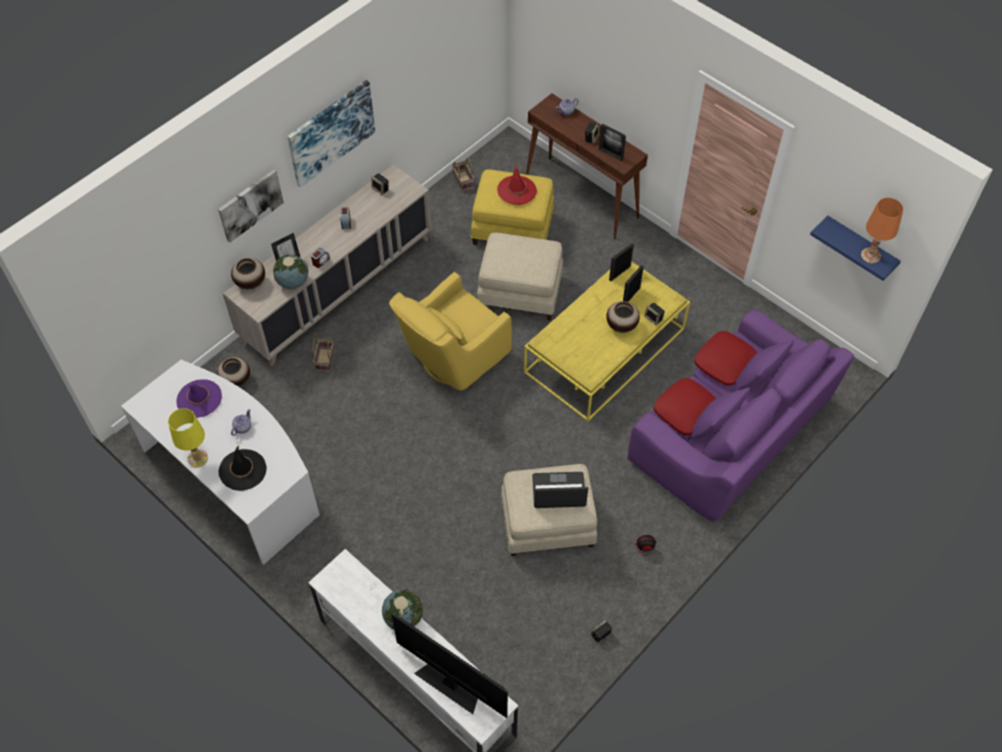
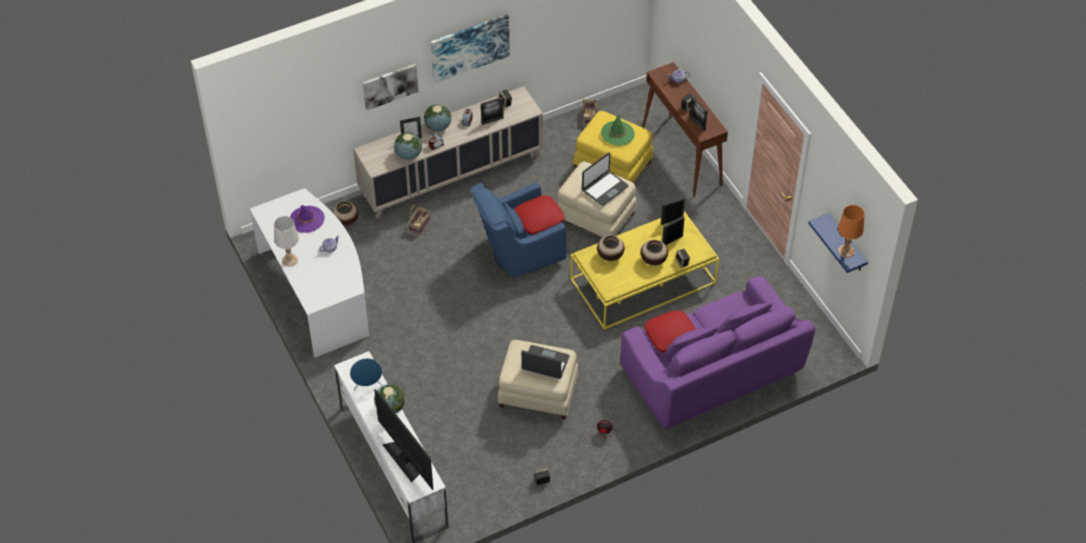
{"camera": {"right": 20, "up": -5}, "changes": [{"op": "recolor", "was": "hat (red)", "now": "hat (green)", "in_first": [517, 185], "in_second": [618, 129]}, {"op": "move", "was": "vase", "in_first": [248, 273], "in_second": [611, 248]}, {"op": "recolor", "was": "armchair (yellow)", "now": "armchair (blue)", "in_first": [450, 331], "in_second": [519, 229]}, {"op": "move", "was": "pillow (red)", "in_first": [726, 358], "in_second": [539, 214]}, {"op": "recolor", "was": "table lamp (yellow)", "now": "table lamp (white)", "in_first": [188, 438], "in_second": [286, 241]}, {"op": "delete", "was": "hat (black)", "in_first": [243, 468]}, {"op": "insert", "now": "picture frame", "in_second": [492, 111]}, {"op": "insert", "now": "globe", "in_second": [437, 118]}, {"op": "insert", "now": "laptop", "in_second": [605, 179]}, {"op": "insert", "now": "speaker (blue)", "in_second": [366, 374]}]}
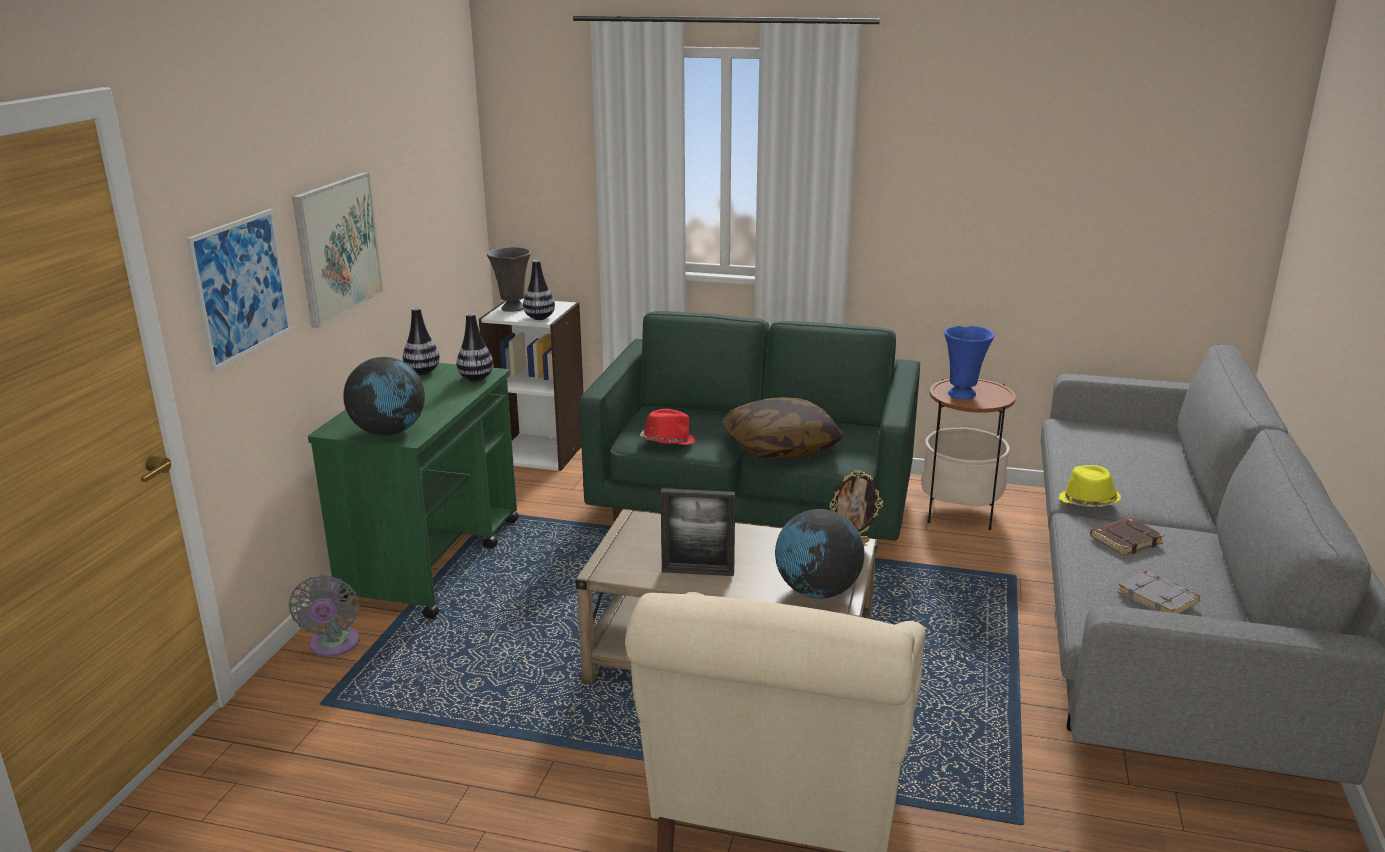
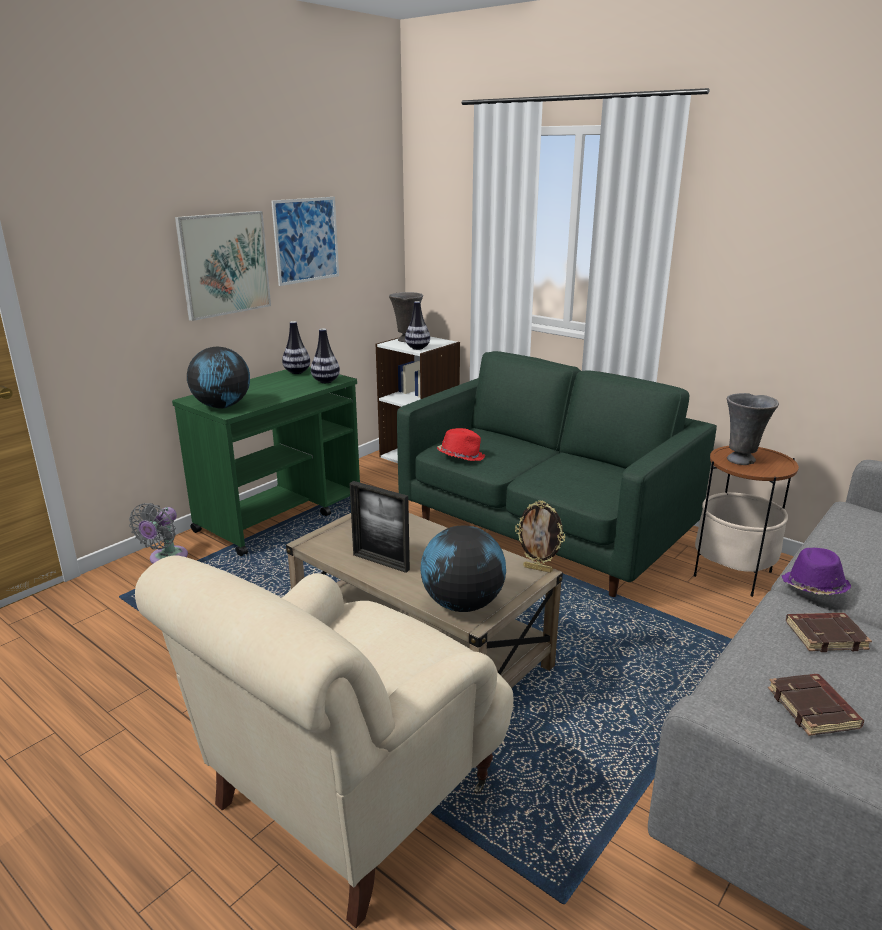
{"camera": {"right": 25, "up": 0}, "changes": [{"op": "move", "was": "picture", "in_first": [239, 290], "in_second": [305, 241]}, {"op": "recolor", "was": "vase (blue)", "now": "vase (grey)", "in_first": [969, 362], "in_second": [753, 429]}, {"op": "delete", "was": "pillow", "in_first": [783, 428]}, {"op": "recolor", "was": "hat (yellow)", "now": "hat (purple)", "in_first": [1090, 486], "in_second": [816, 571]}, {"op": "recolor", "was": "book (grey)", "now": "book (brown)", "in_first": [1159, 592], "in_second": [816, 705]}]}
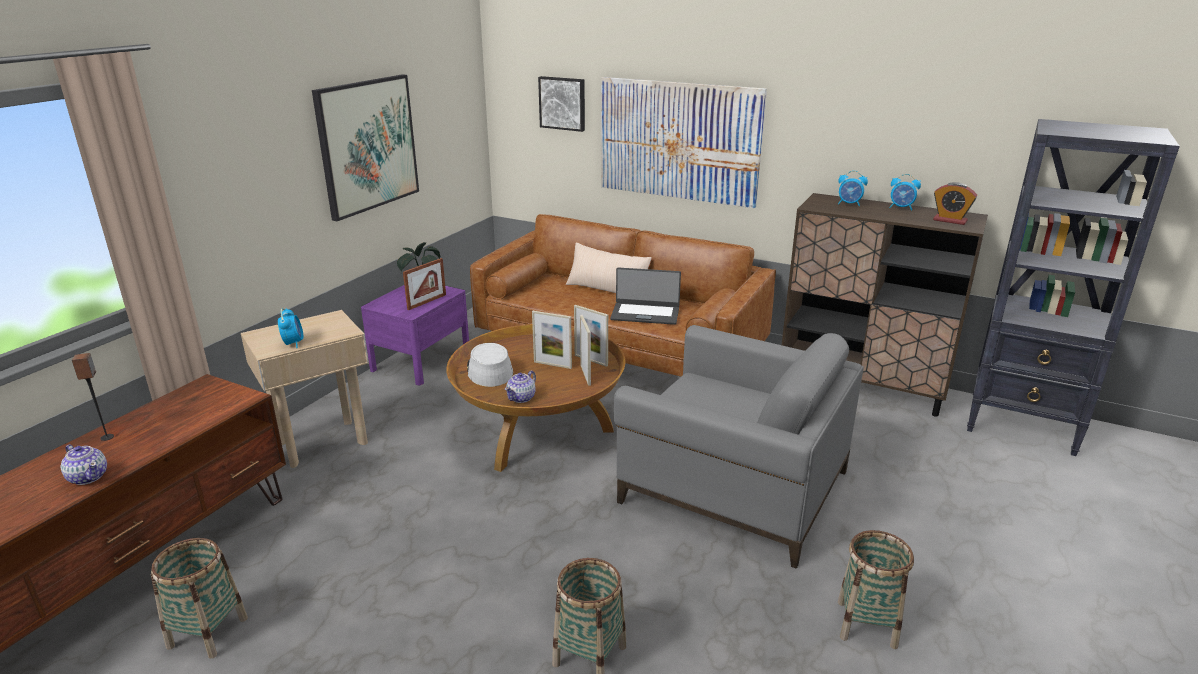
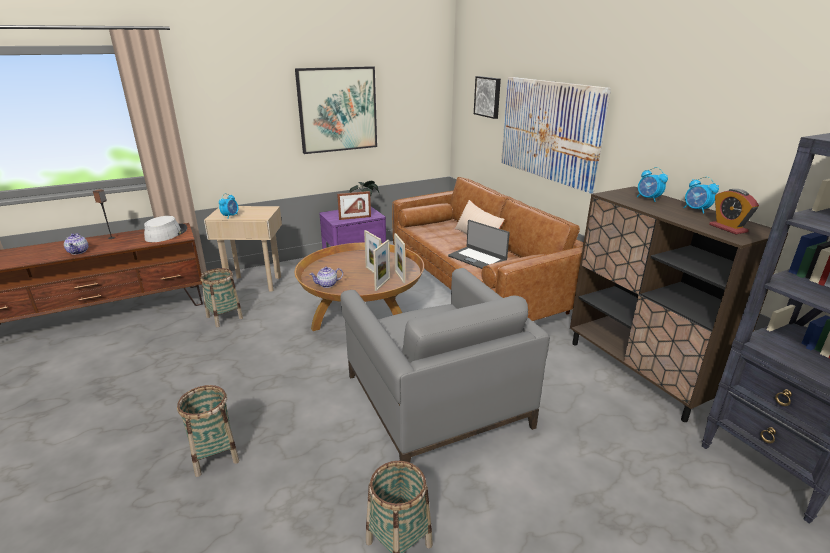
{"camera": {"right": 35, "up": 0}, "changes": [{"op": "move", "was": "hat (grey)", "in_first": [490, 365], "in_second": [165, 229]}, {"op": "move", "was": "basket", "in_first": [199, 598], "in_second": [221, 297]}]}
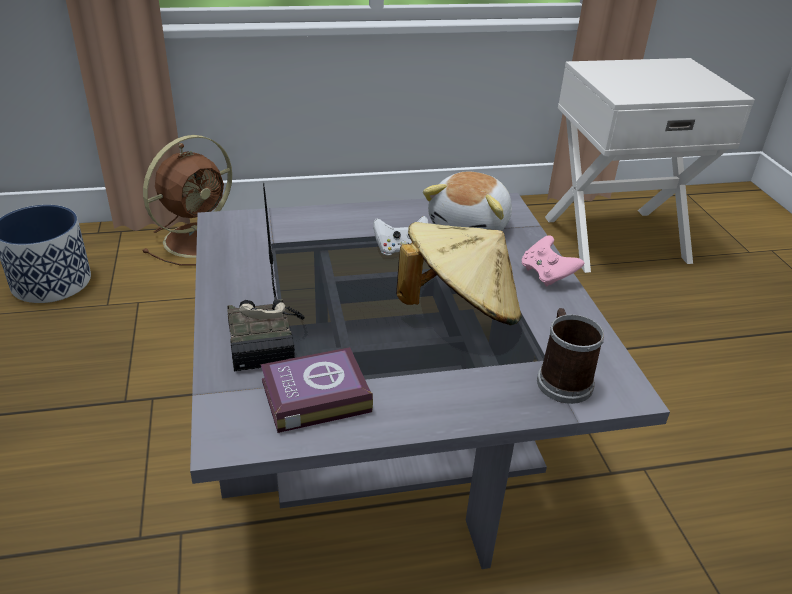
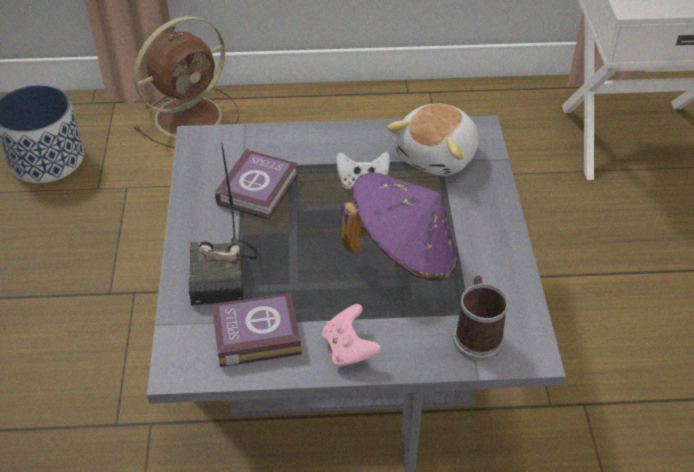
{"camera": {"right": 10, "up": 10}, "changes": [{"op": "recolor", "was": "hat (beige)", "now": "hat (purple)", "in_first": [459, 273], "in_second": [399, 226]}, {"op": "move", "was": "game controller (pink)", "in_first": [553, 261], "in_second": [351, 335]}, {"op": "insert", "now": "book", "in_second": [256, 184]}]}
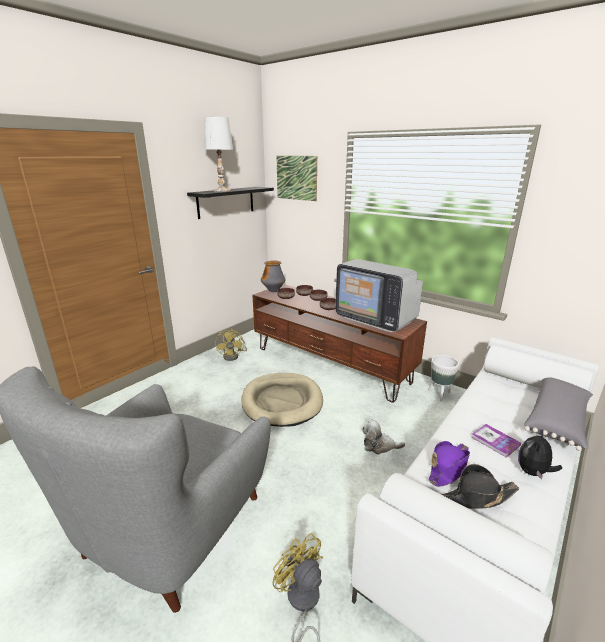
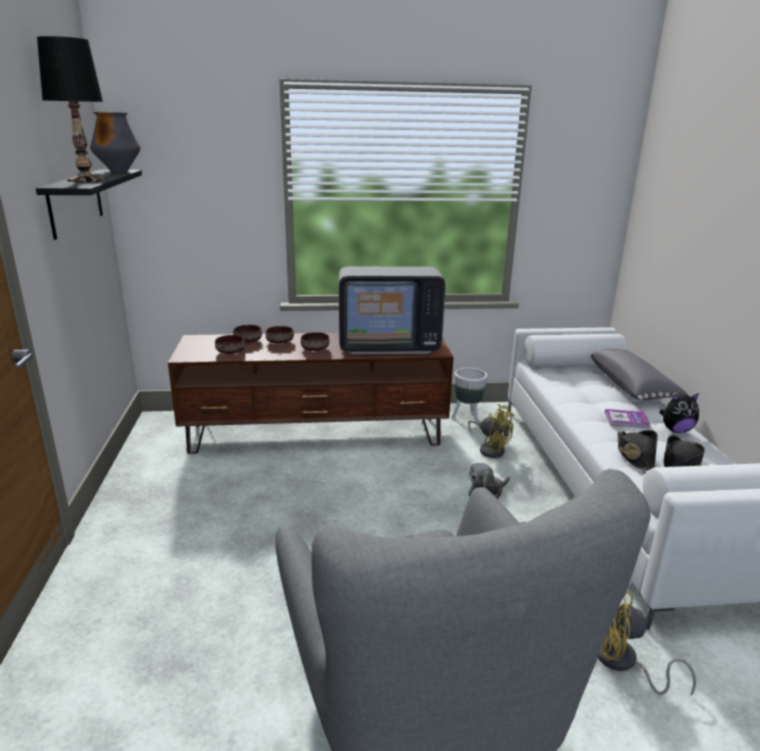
{"camera": {"right": -45, "up": 0}, "changes": [{"op": "recolor", "was": "table lamp (white)", "now": "table lamp (black)", "in_first": [218, 154], "in_second": [71, 109]}, {"op": "delete", "was": "picture", "in_first": [296, 178]}, {"op": "move", "was": "vase", "in_first": [273, 276], "in_second": [115, 142]}, {"op": "move", "was": "fan (yellow)", "in_first": [231, 344], "in_second": [491, 431]}, {"op": "delete", "was": "dog bed (beige)", "in_first": [282, 400]}, {"op": "rotate", "was": "plush toy", "in_first": [540, 454], "in_second": [679, 413], "clockwise": -90}, {"op": "recolor", "was": "hat (purple)", "now": "hat (black)", "in_first": [449, 464], "in_second": [638, 450]}]}
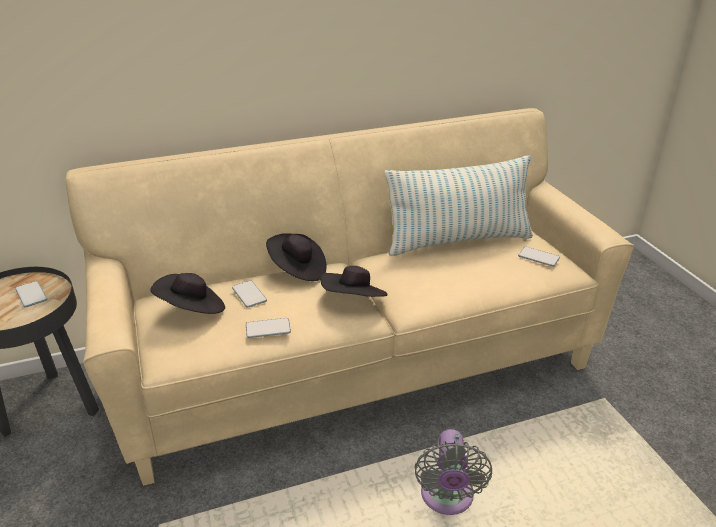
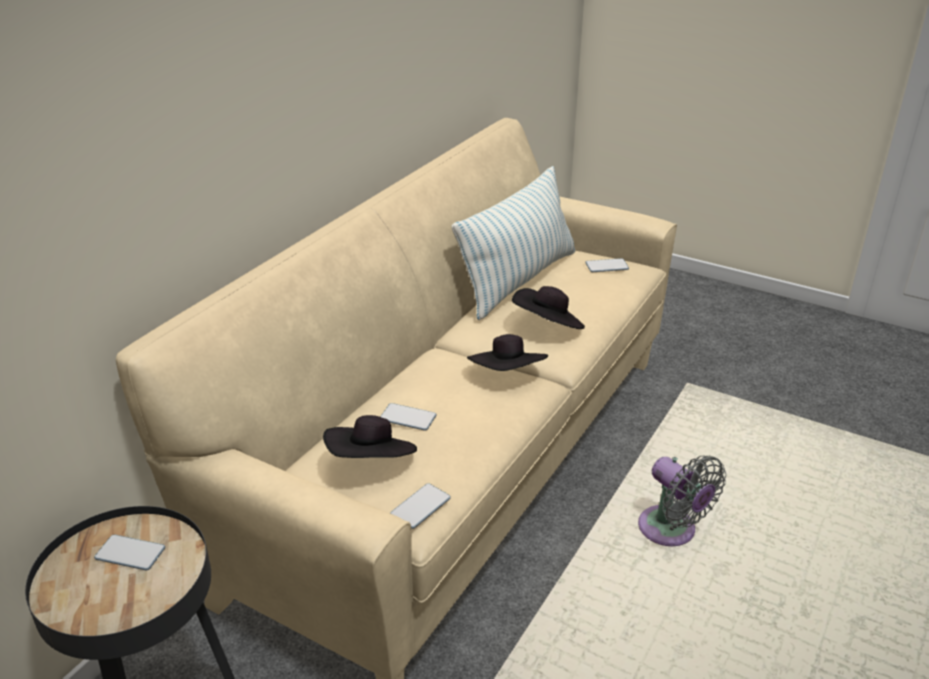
{"camera": {"right": -40, "up": 0}, "changes": [{"op": "move", "was": "hat (black)", "in_first": [296, 257], "in_second": [548, 307]}, {"op": "move", "was": "phone", "in_first": [268, 328], "in_second": [420, 506]}]}
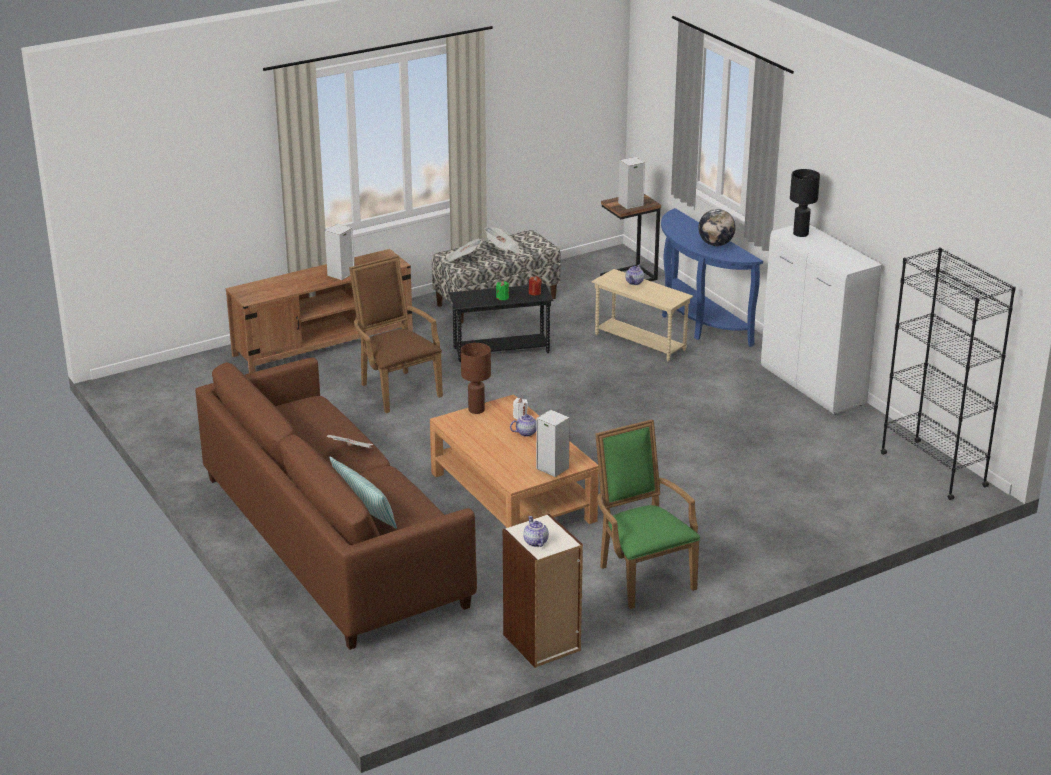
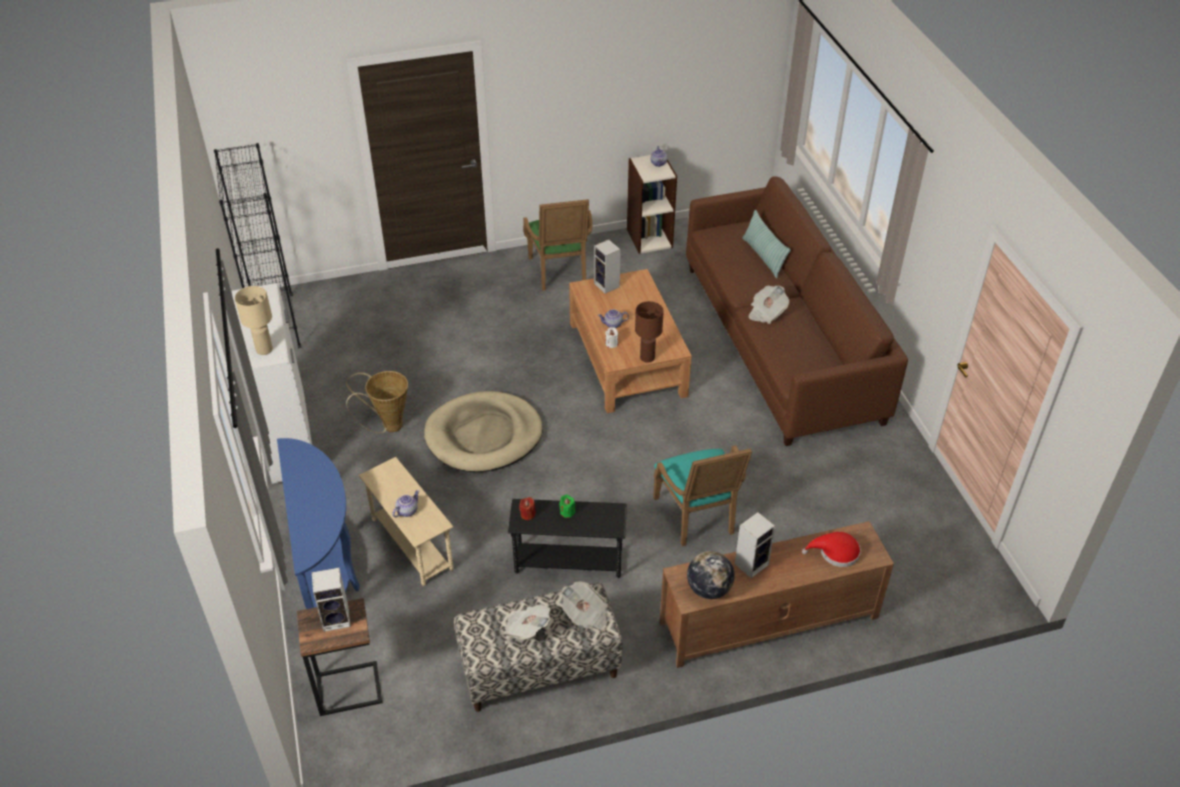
{"camera": {"right": -165, "up": 15}, "changes": [{"op": "recolor", "was": "table lamp (black)", "now": "table lamp (beige)", "in_first": [805, 203], "in_second": [254, 320]}, {"op": "move", "was": "globe", "in_first": [717, 227], "in_second": [711, 575]}, {"op": "recolor", "was": "armchair (brown)", "now": "armchair (turquoise)", "in_first": [396, 334], "in_second": [702, 495]}, {"op": "insert", "now": "basket", "in_second": [377, 402]}, {"op": "insert", "now": "dog bed (beige)", "in_second": [483, 431]}, {"op": "insert", "now": "hat (red)", "in_second": [831, 549]}]}
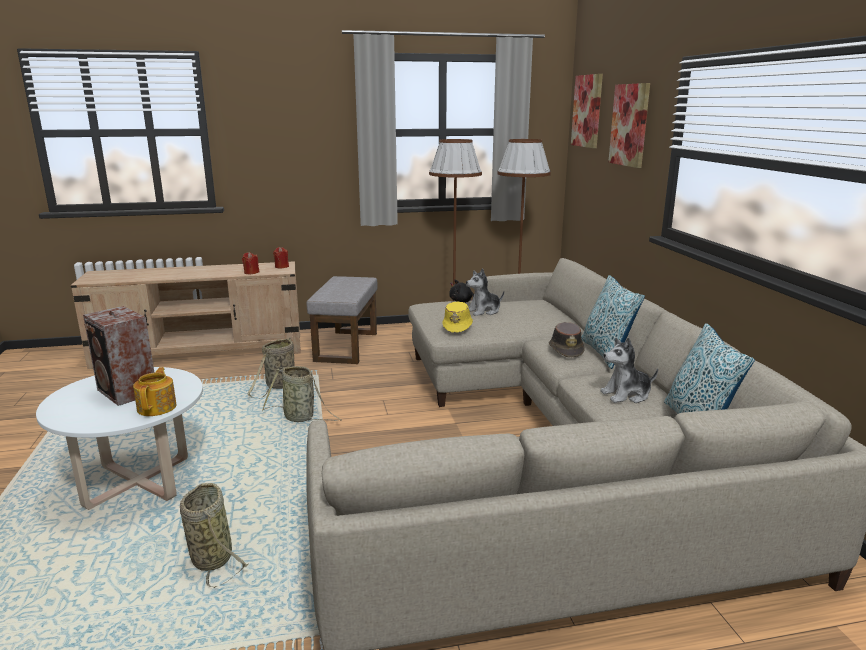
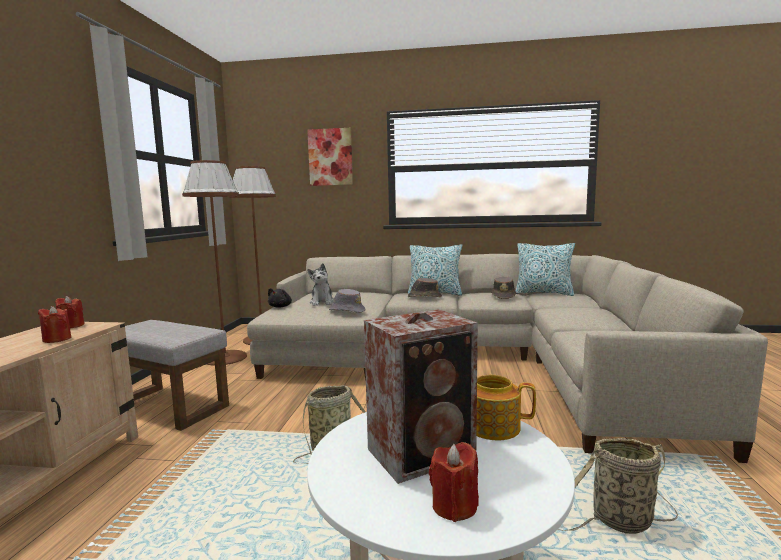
{"camera": {"right": -70, "up": -10}, "changes": [{"op": "delete", "was": "picture", "in_first": [587, 111]}, {"op": "recolor", "was": "hat (yellow)", "now": "hat (grey)", "in_first": [457, 317], "in_second": [347, 301]}, {"op": "delete", "was": "basket", "in_first": [270, 368]}, {"op": "replace", "was": "plush toy", "now": "hat (brown)", "in_first": [629, 370], "in_second": [503, 287]}, {"op": "insert", "now": "candle (red)", "in_second": [454, 482]}]}
